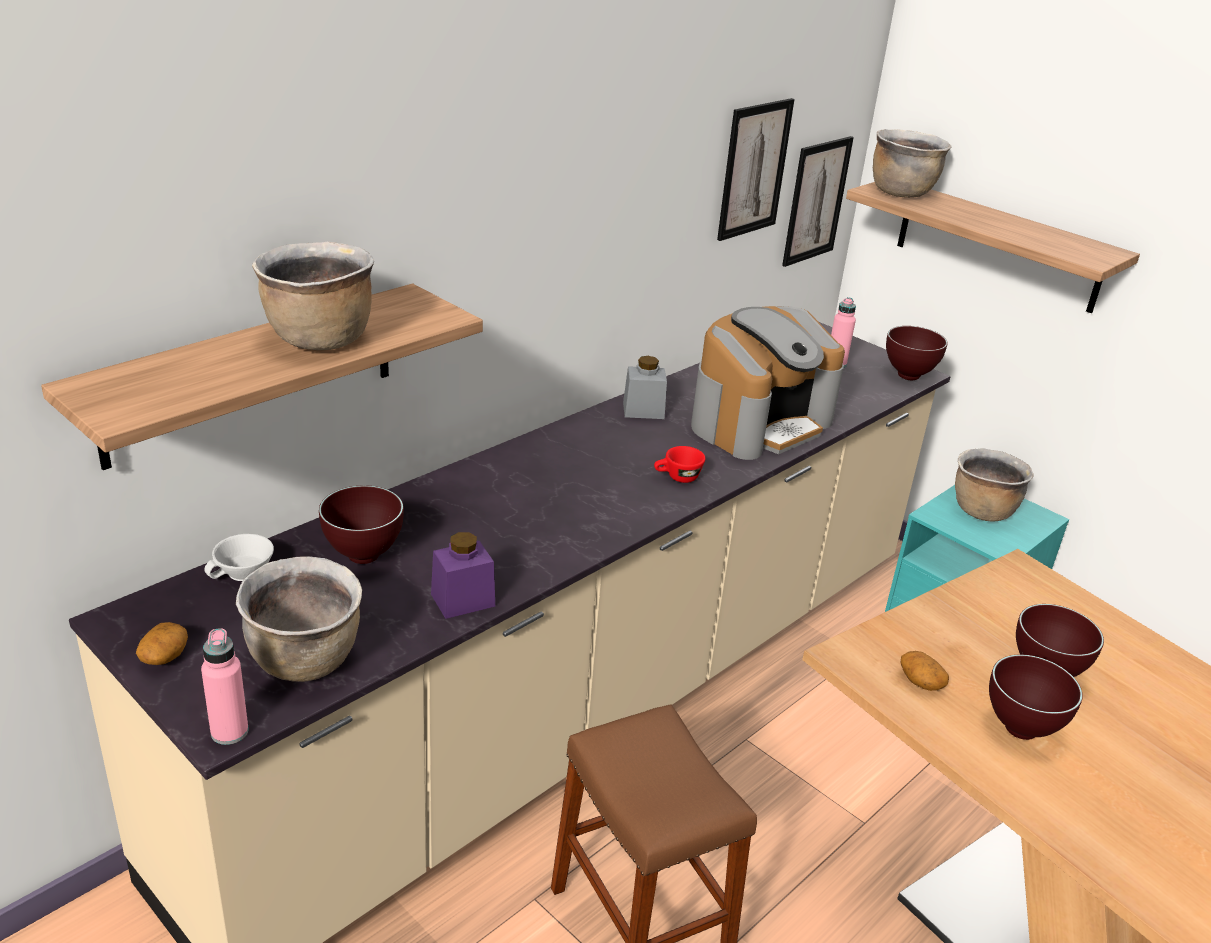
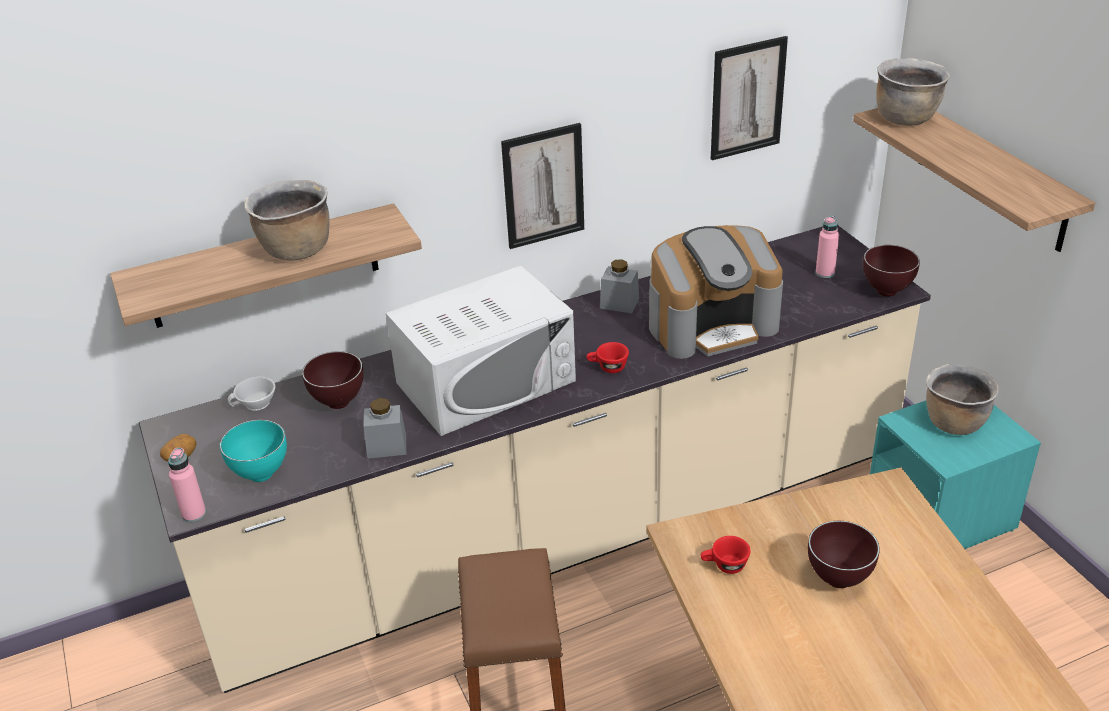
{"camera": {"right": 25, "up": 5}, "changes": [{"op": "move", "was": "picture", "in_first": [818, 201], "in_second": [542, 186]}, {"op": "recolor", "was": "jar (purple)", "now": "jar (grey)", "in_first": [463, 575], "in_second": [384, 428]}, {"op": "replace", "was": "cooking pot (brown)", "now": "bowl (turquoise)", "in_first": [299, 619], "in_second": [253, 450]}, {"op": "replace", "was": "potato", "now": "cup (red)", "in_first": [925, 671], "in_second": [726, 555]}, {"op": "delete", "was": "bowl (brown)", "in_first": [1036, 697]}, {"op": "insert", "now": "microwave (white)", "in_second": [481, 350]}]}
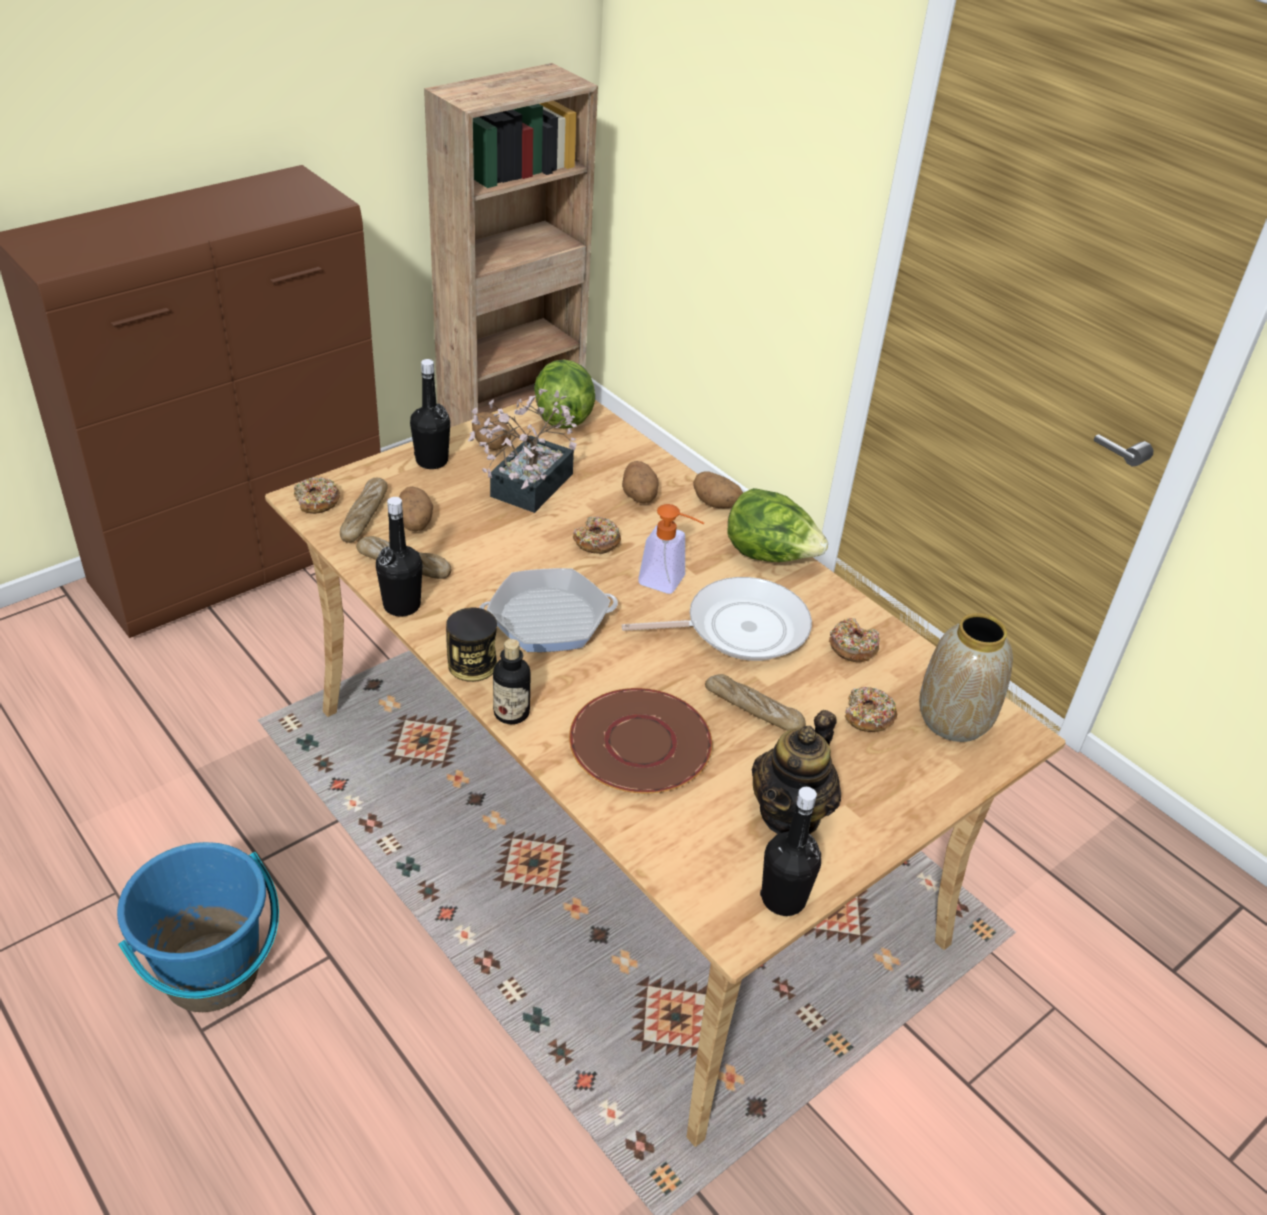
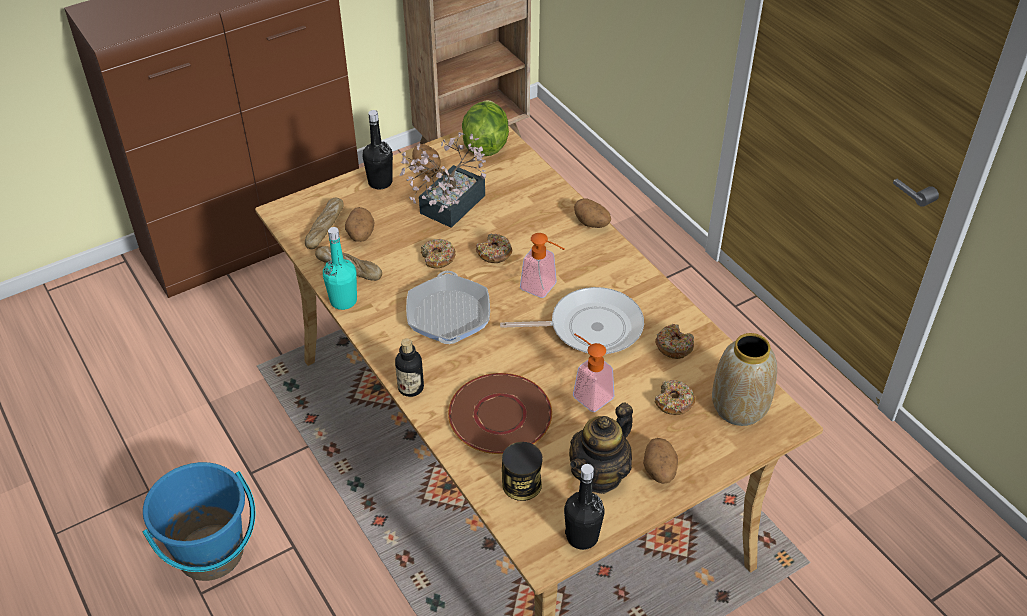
{"camera": {"right": 10, "up": 5}, "changes": [{"op": "move", "was": "potato", "in_first": [640, 482], "in_second": [660, 461]}, {"op": "move", "was": "donut", "in_first": [317, 495], "in_second": [438, 254]}, {"op": "delete", "was": "lettuce", "in_first": [777, 525]}, {"op": "recolor", "was": "bottle (black)", "now": "bottle (turquoise)", "in_first": [399, 557], "in_second": [340, 268]}, {"op": "rotate", "was": "frying pan", "in_first": [548, 610], "in_second": [448, 307], "clockwise": 90}, {"op": "move", "was": "can", "in_first": [471, 644], "in_second": [522, 471]}, {"op": "replace", "was": "bread", "now": "soap dispenser", "in_first": [755, 702], "in_second": [593, 372]}]}
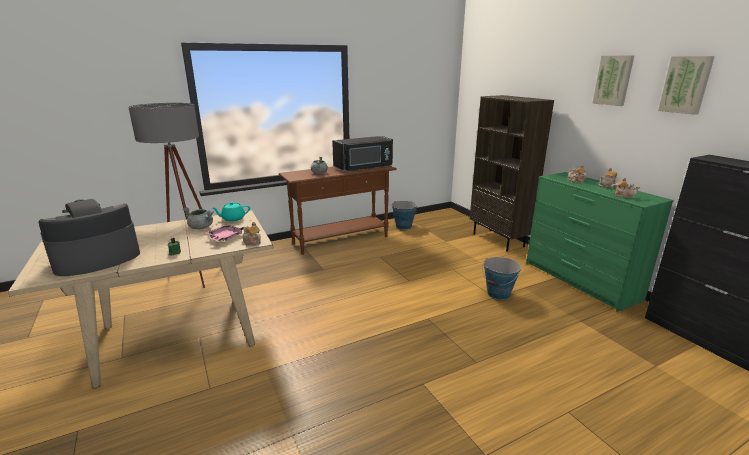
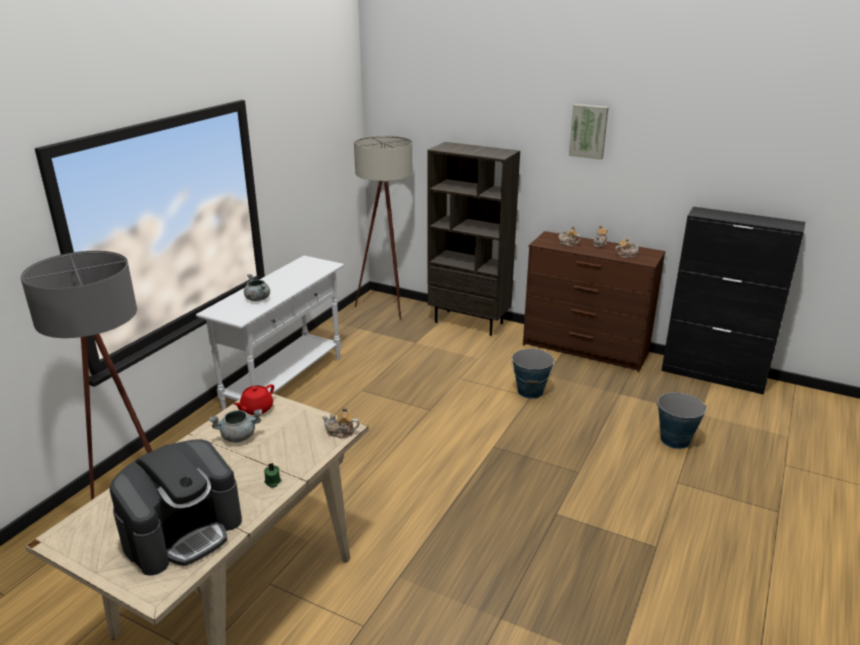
{"camera": {"right": -35, "up": 5}, "changes": [{"op": "delete", "was": "picture", "in_first": [686, 85]}, {"op": "delete", "was": "microwave (black)", "in_first": [362, 154]}, {"op": "recolor", "was": "console table (brown)", "now": "console table (white)", "in_first": [338, 210], "in_second": [270, 333]}, {"op": "recolor", "was": "dresser (green)", "now": "dresser (brown)", "in_first": [600, 242], "in_second": [594, 301]}, {"op": "rotate", "was": "coffee machine", "in_first": [89, 237], "in_second": [176, 507], "clockwise": -150}, {"op": "move", "was": "bucket", "in_first": [405, 215], "in_second": [681, 420]}, {"op": "recolor", "was": "teapot (turquoise)", "now": "teapot (red)", "in_first": [231, 211], "in_second": [253, 399]}, {"op": "delete", "was": "tray (pink)", "in_first": [224, 233]}, {"op": "insert", "now": "floor lamp (beige)", "in_second": [383, 228]}]}
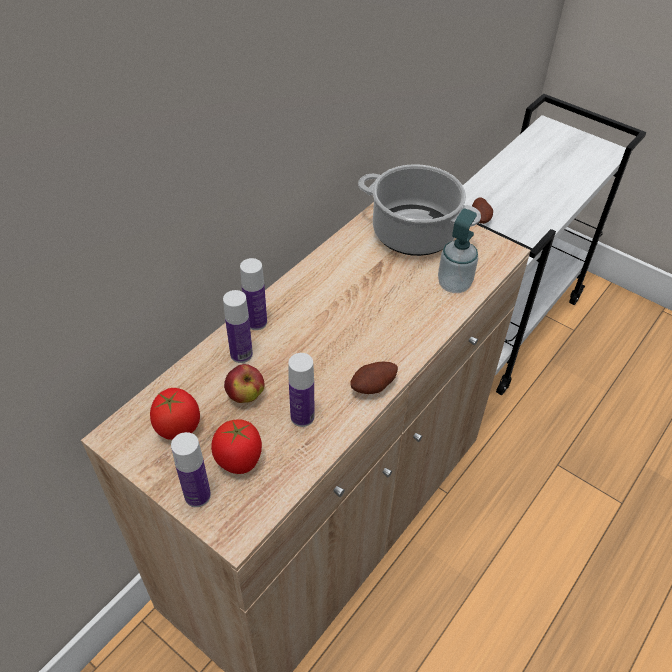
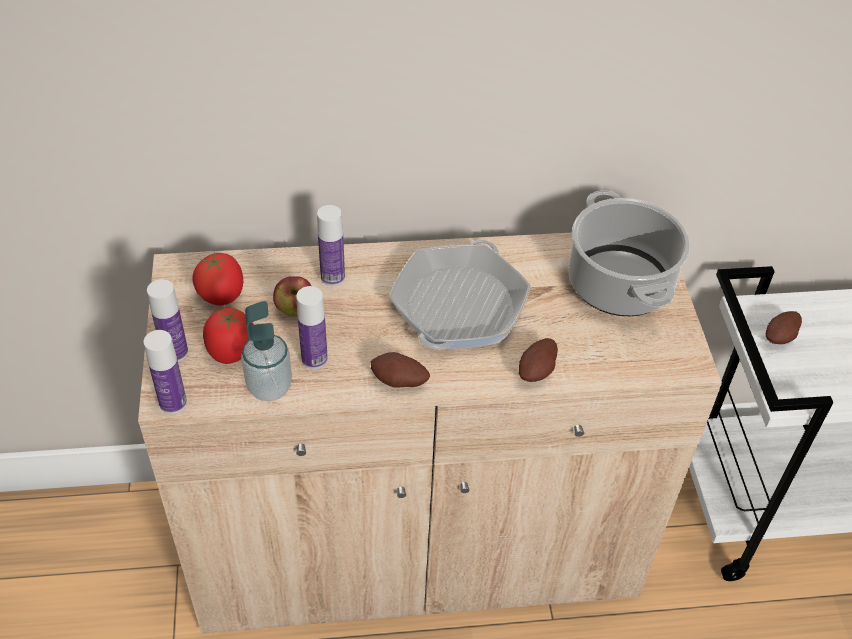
{"camera": {"right": 45, "up": 0}, "changes": [{"op": "move", "was": "soap dispenser", "in_first": [458, 251], "in_second": [266, 351]}, {"op": "move", "was": "bottle", "in_first": [253, 294], "in_second": [165, 372]}, {"op": "insert", "now": "frying pan", "in_second": [460, 295]}, {"op": "insert", "now": "potato", "in_second": [538, 360]}]}
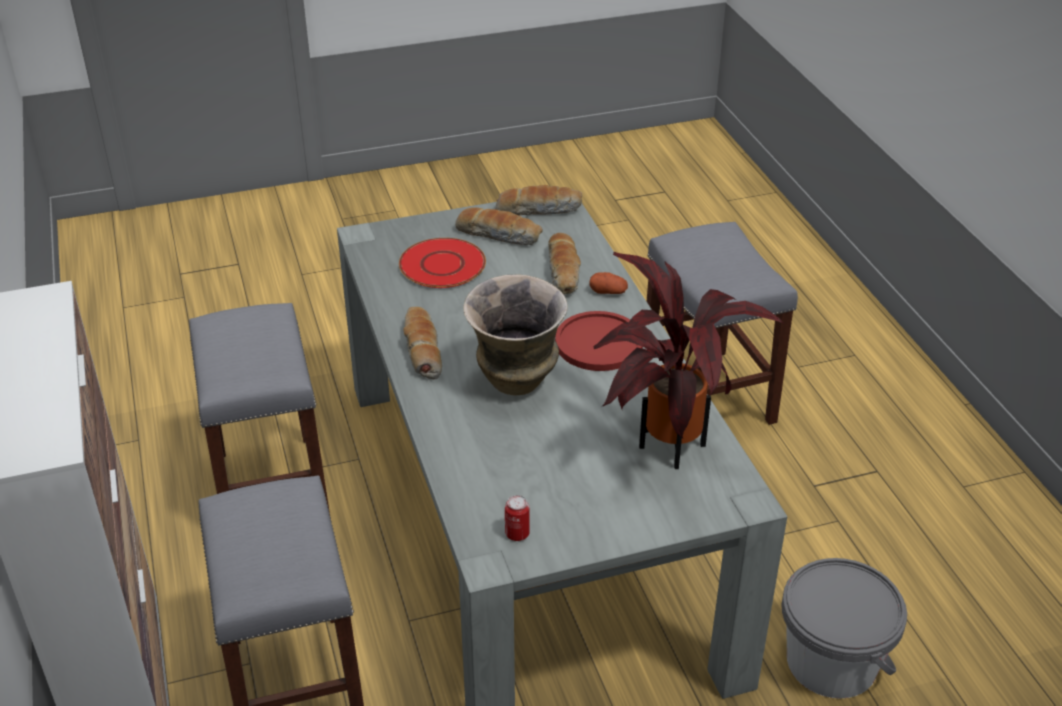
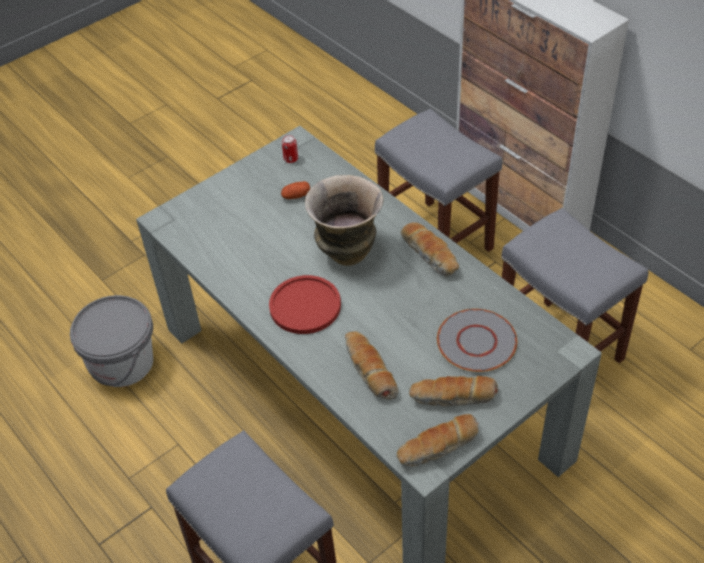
{"camera": {"right": 160, "up": 10}, "changes": [{"op": "recolor", "was": "plate (red)", "now": "plate (grey)", "in_first": [442, 263], "in_second": [477, 340]}, {"op": "delete", "was": "potted plant", "in_first": [688, 360]}, {"op": "move", "was": "potato", "in_first": [609, 283], "in_second": [295, 190]}]}
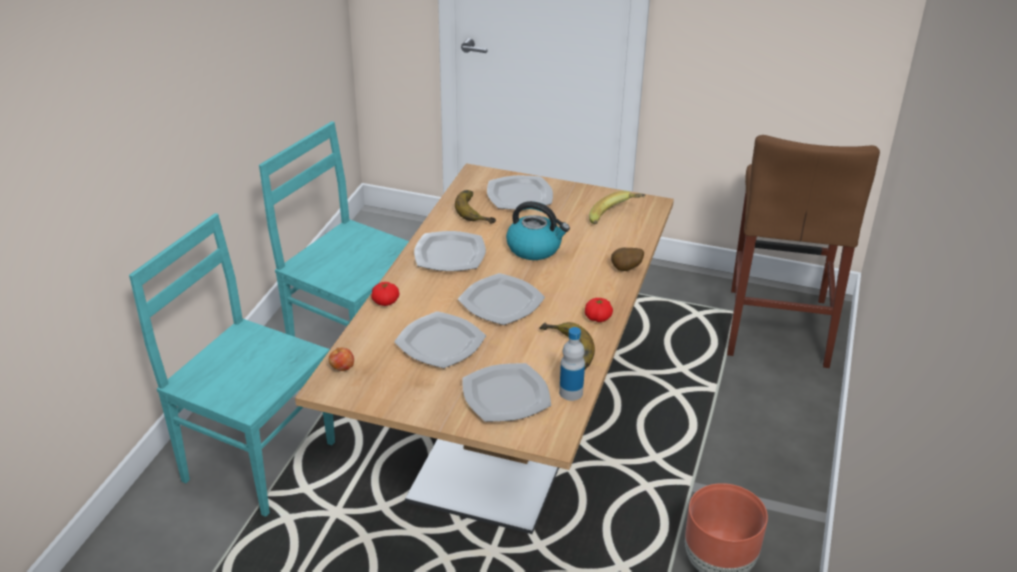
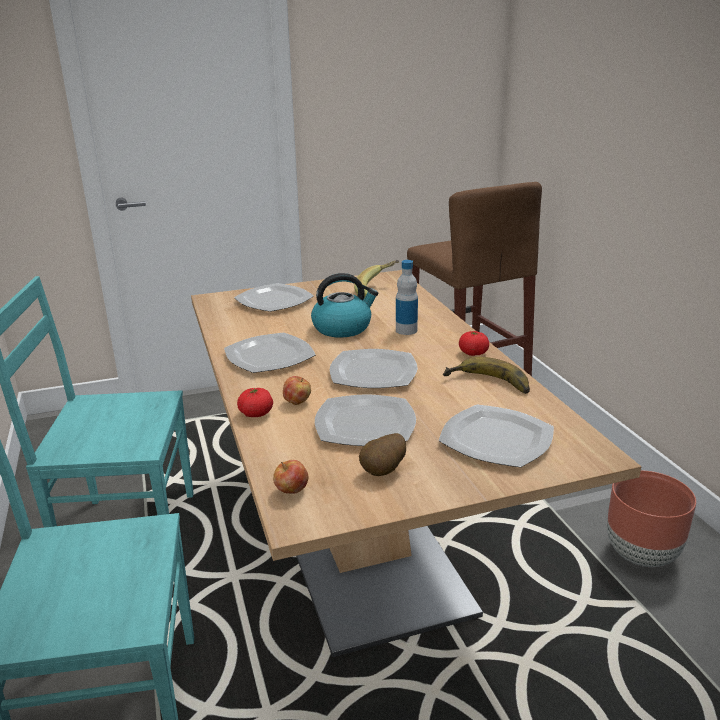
{"camera": {"right": -35, "up": -10}, "changes": [{"op": "delete", "was": "banana", "in_first": [475, 207]}, {"op": "move", "was": "potato", "in_first": [627, 259], "in_second": [382, 454]}, {"op": "move", "was": "bottle", "in_first": [572, 364], "in_second": [407, 297]}, {"op": "insert", "now": "apple", "in_second": [297, 390]}]}
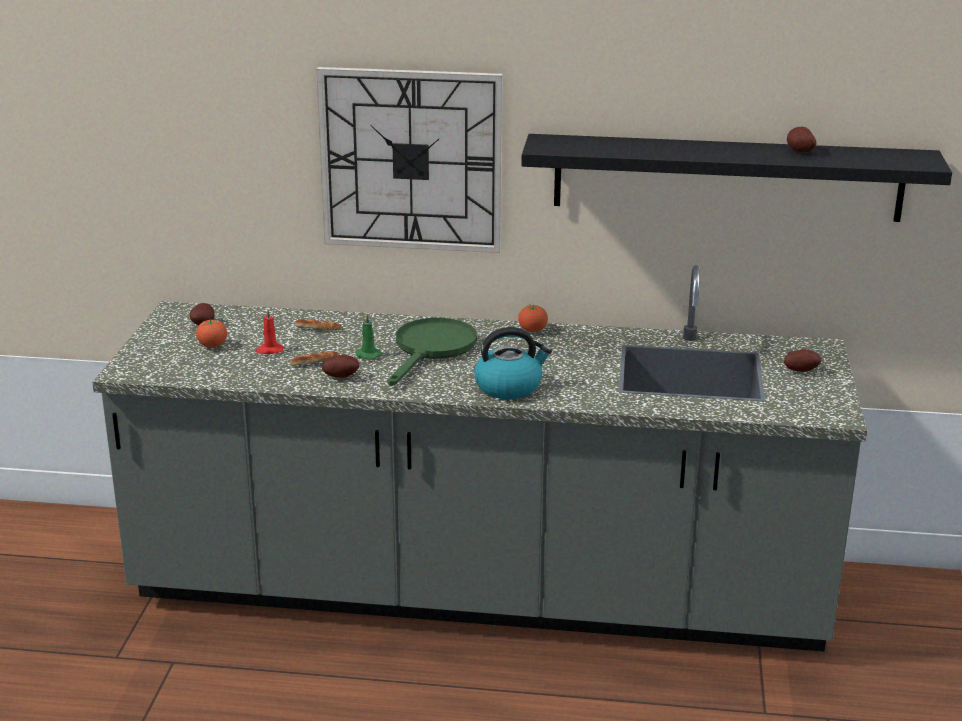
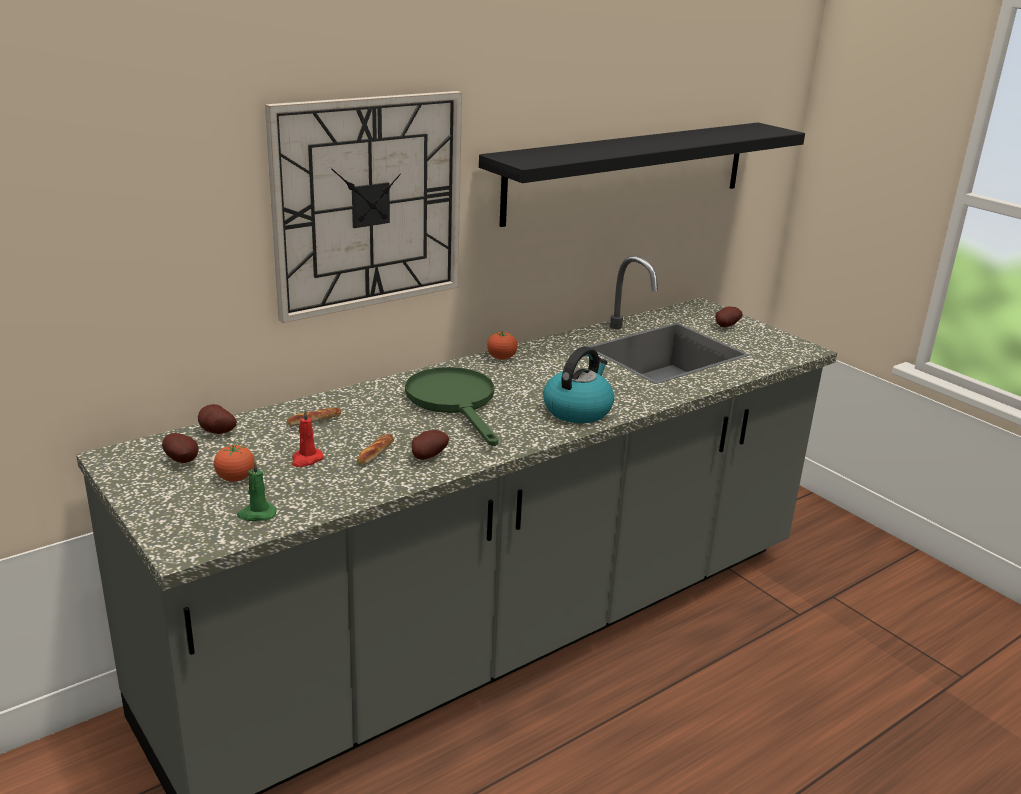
{"camera": {"right": -45, "up": 0}, "changes": [{"op": "move", "was": "potato", "in_first": [802, 139], "in_second": [217, 419]}, {"op": "move", "was": "candle (green)", "in_first": [369, 337], "in_second": [257, 490]}]}
